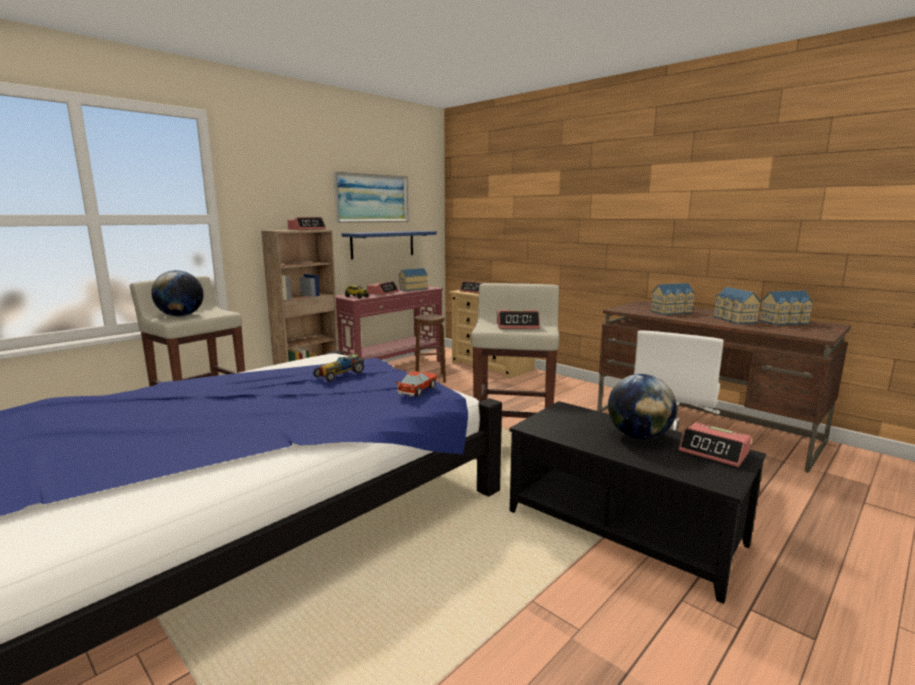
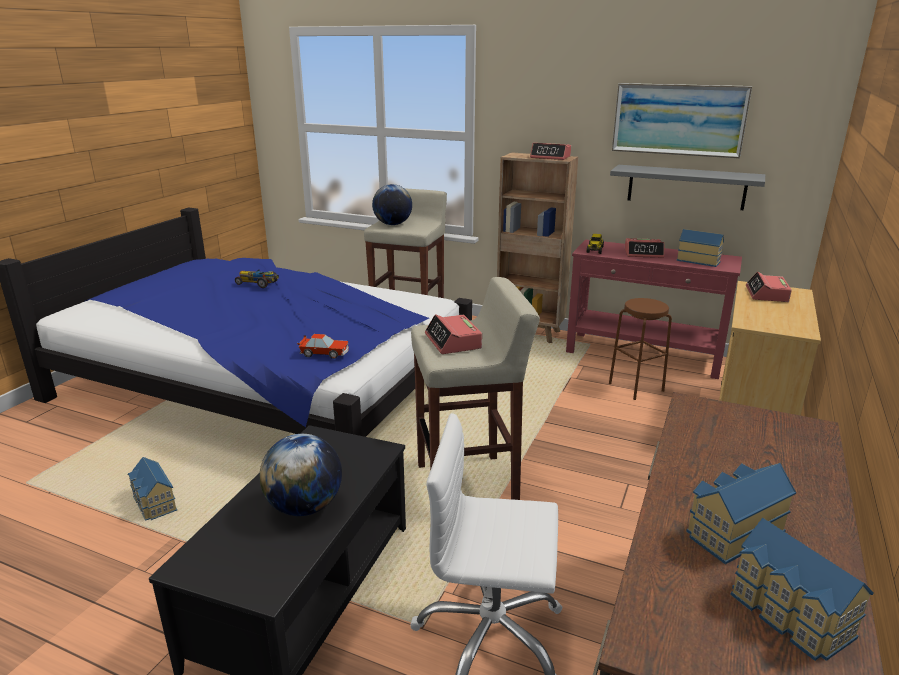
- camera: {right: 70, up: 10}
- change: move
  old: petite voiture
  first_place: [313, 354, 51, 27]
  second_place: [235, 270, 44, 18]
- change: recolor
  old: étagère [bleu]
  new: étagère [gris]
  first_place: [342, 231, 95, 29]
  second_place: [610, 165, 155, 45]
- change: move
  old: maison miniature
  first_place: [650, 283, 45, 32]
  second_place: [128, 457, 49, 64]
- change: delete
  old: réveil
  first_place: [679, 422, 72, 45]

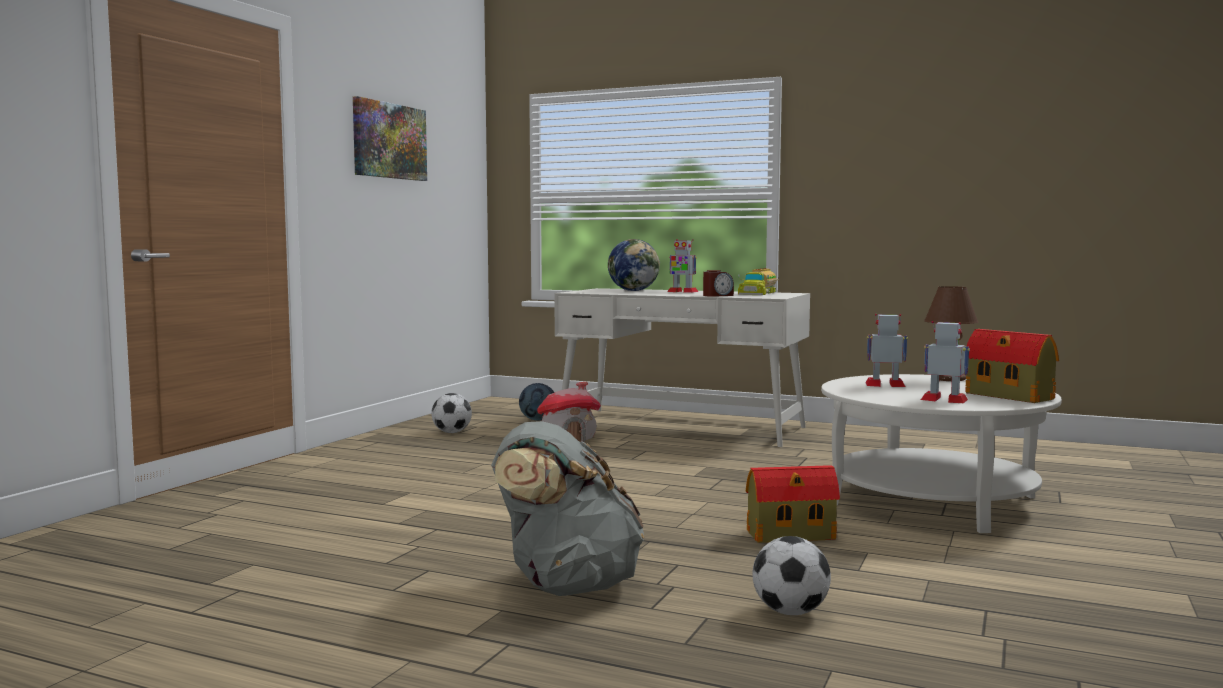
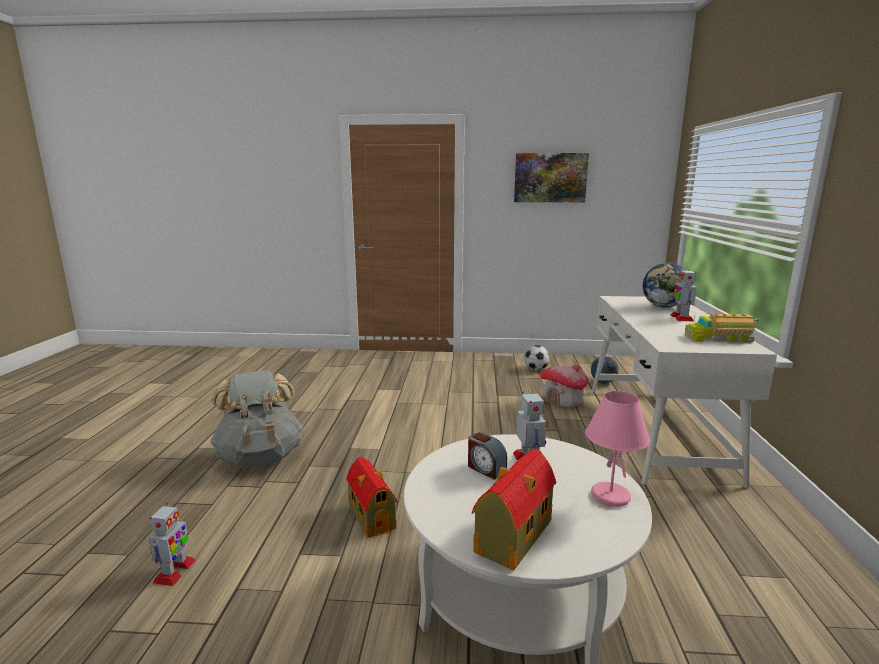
- camera: {right: 70, up: 10}
- change: move
  old: réveil
  first_place: [703, 270, 31, 27]
  second_place: [468, 432, 39, 48]
- change: delete
  old: ballon de foot
  first_place: [752, 536, 79, 79]
- change: move
  old: robot jouet
  first_place: [921, 321, 49, 82]
  second_place: [149, 503, 47, 83]
- change: recolor
  old: lampe de table [marron]
  new: lampe de table [rose]
  first_place: [924, 286, 55, 95]
  second_place: [585, 391, 65, 116]

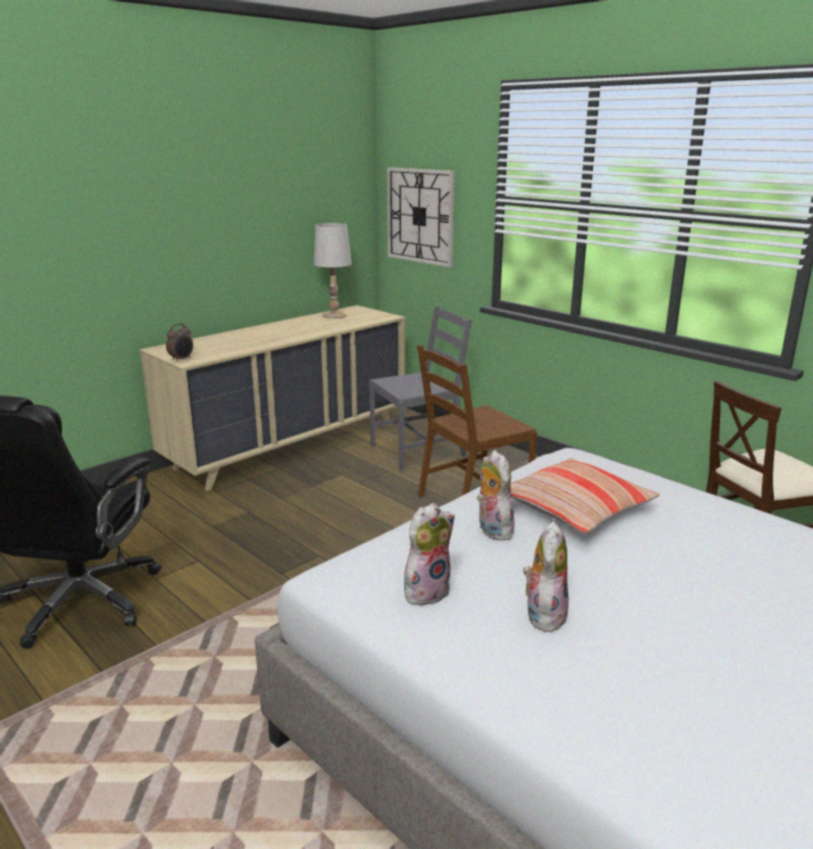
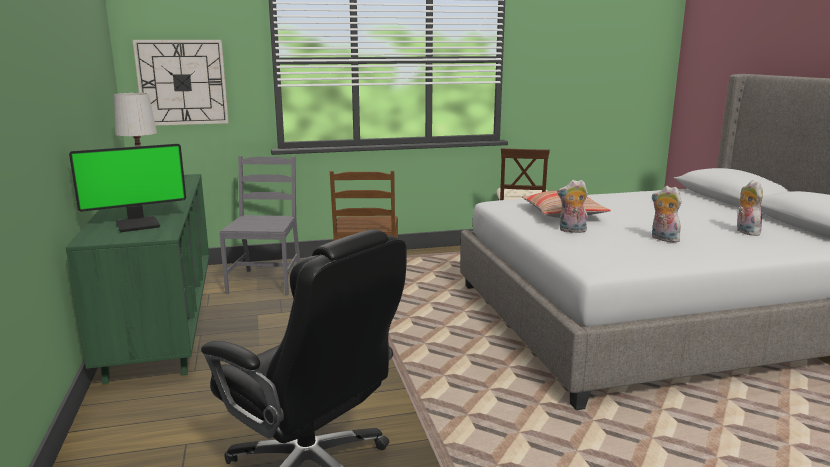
- camera: {right: -60, up: -5}
- change: recolor
  old: commode [beige]
  new: commode [vert]
  first_place: [140, 305, 265, 186]
  second_place: [66, 174, 143, 211]
- change: delete
  old: réveil
  first_place: [166, 324, 27, 38]
- change: move
  old: peluche
  first_place: [404, 503, 51, 102]
  second_place: [737, 180, 26, 56]
- change: insert
  new: écran d'ordinateur
  second_place: [69, 144, 117, 88]

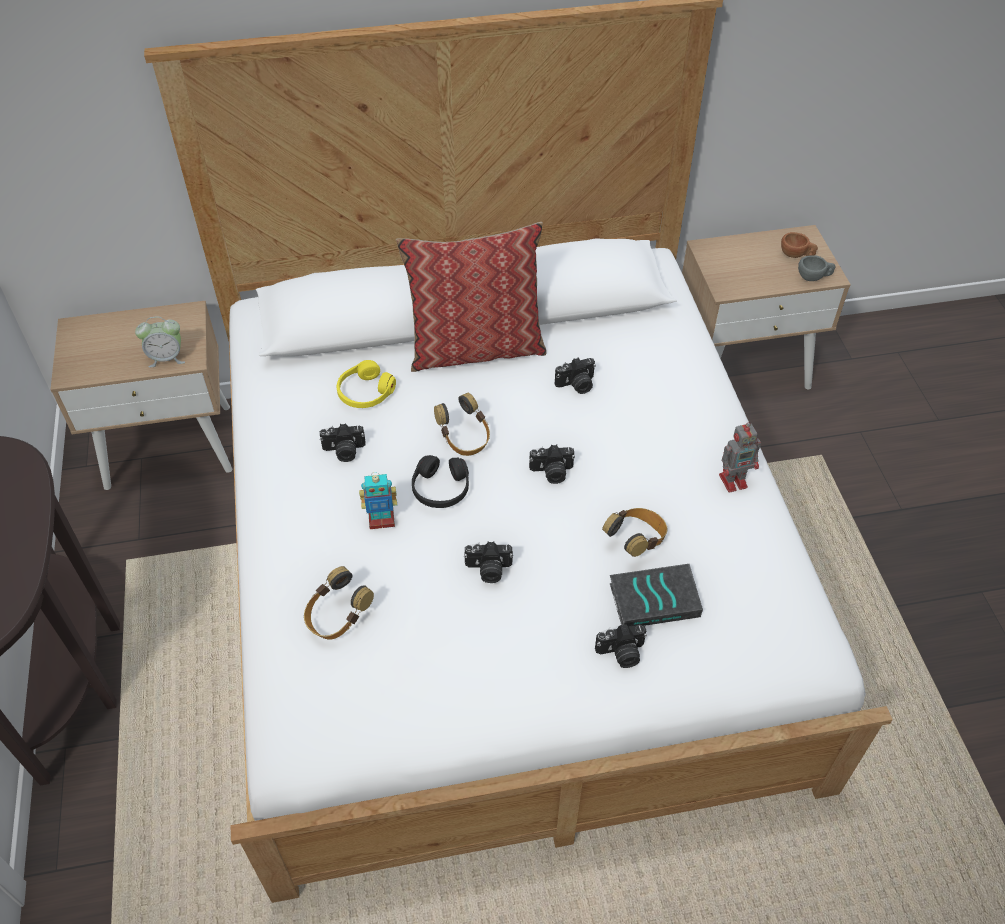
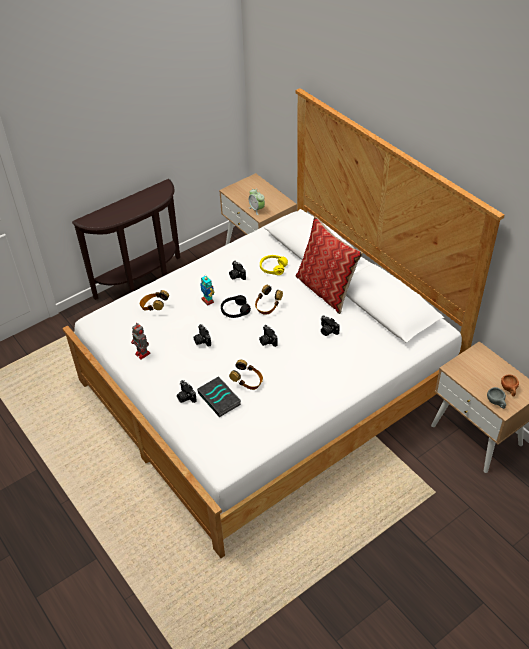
- camera: {right: 65, up: -5}
- change: move
  old: robot jouet
  first_place: [719, 422, 42, 71]
  second_place: [131, 323, 20, 37]

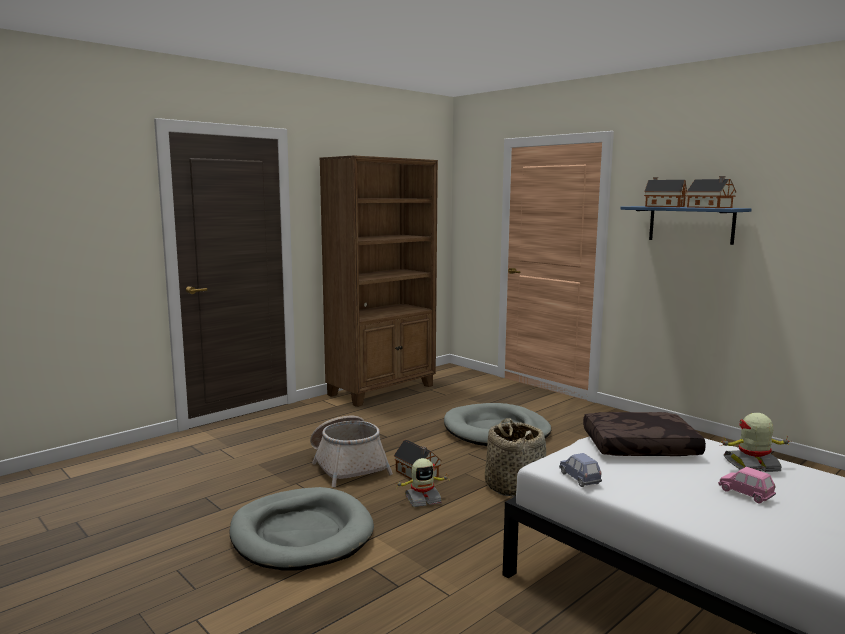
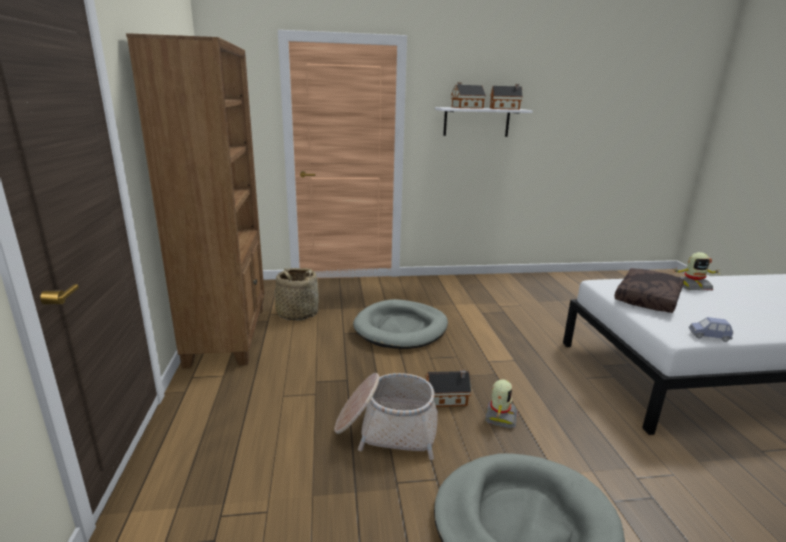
- camera: {right: -55, up: 10}
- change: move
  old: panier
  first_place: [485, 418, 61, 79]
  second_place: [274, 268, 45, 52]
- change: recolor
  old: étagère [bleu]
  new: étagère [blanc]
  first_place: [620, 206, 131, 39]
  second_place: [435, 107, 98, 30]
- change: delete
  old: petite voiture [rose]
  first_place: [718, 467, 58, 36]
- change: rotate
  old: robot jouet
  first_place: [720, 413, 70, 59]
  second_place: [673, 252, 46, 39]
  degrees: -120

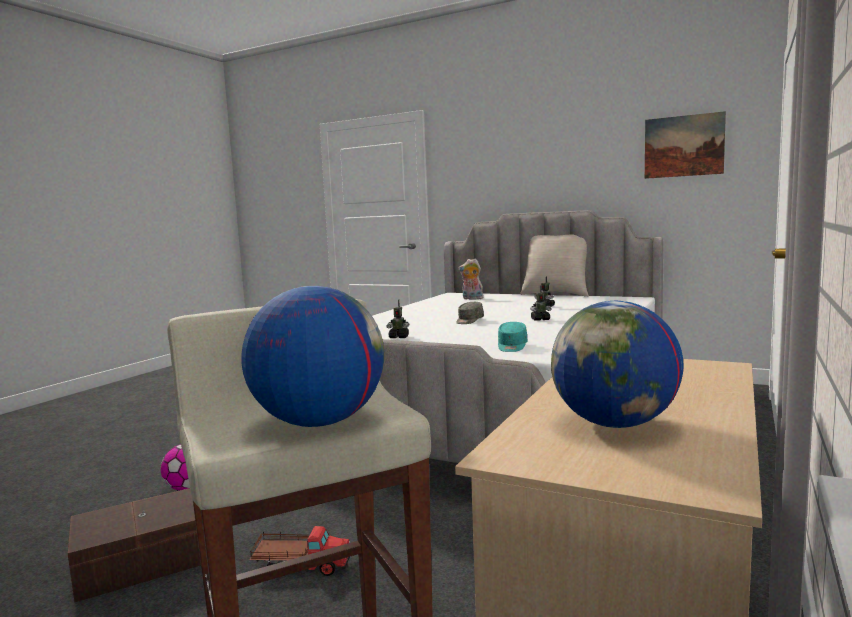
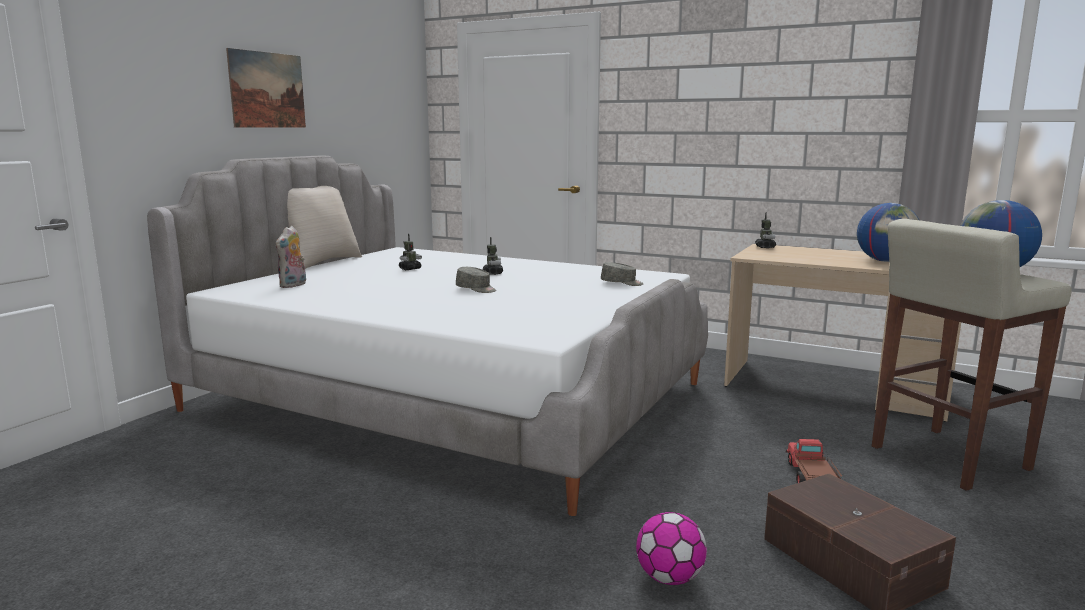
- camera: {right: -90, up: 5}
- change: move
  old: robot jouet
  first_place: [387, 299, 22, 39]
  second_place: [755, 212, 21, 36]
- change: recolor
  old: casquette [turquoise]
  new: casquette [gris]
  first_place: [498, 322, 29, 30]
  second_place: [601, 262, 43, 24]
- change: move
  old: tableau
  first_place: [645, 111, 81, 68]
  second_place: [226, 48, 80, 80]

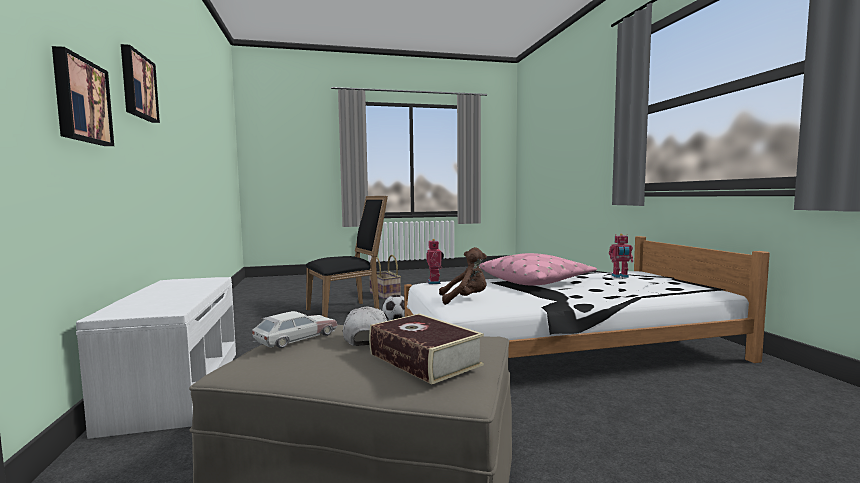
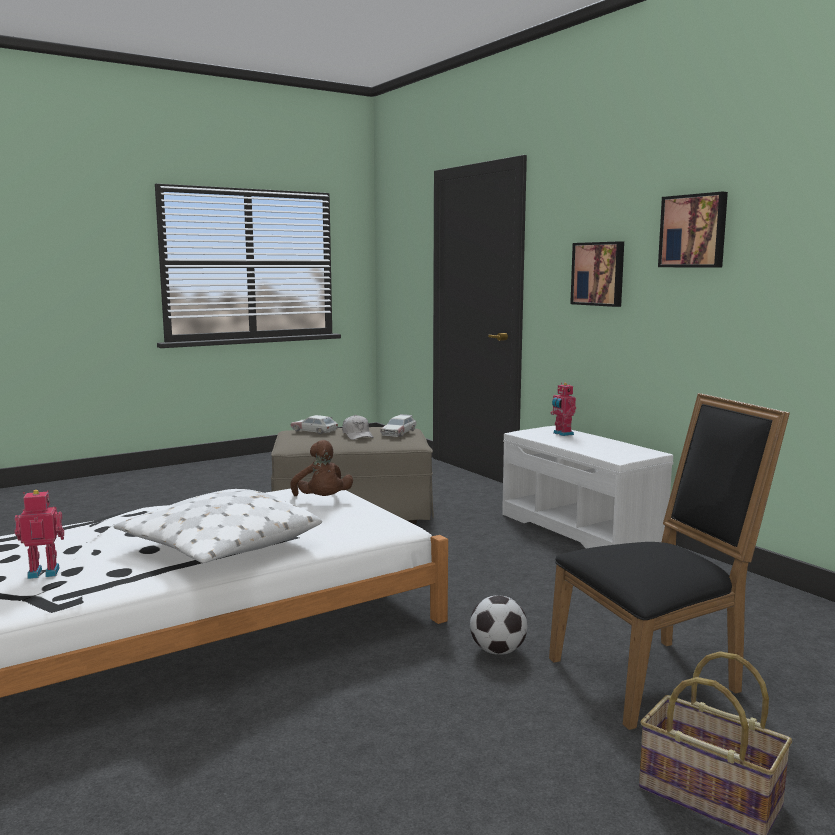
- camera: {right: 160, up: 5}
- change: rotate
  old: chaise [noir]
  first_place: [306, 196, 82, 122]
  second_place: [549, 393, 241, 337]
  degrees: -150
- change: replace
  old: livre
  new: petite voiture
  first_place: [369, 314, 115, 70]
  second_place: [291, 415, 47, 19]
- change: move
  old: robot jouet
  first_place: [427, 239, 17, 45]
  second_place: [551, 383, 25, 53]
- change: rotate
  old: peluche [marron]
  first_place: [439, 247, 48, 58]
  second_place: [290, 440, 63, 56]
  degrees: -90
- change: recolor
  old: coussin [rose]
  new: coussin [blanc]
  first_place: [479, 253, 118, 33]
  second_place: [114, 489, 208, 74]

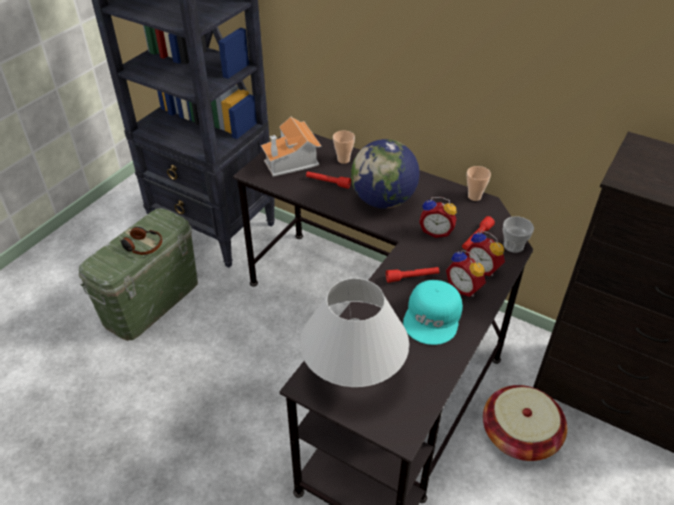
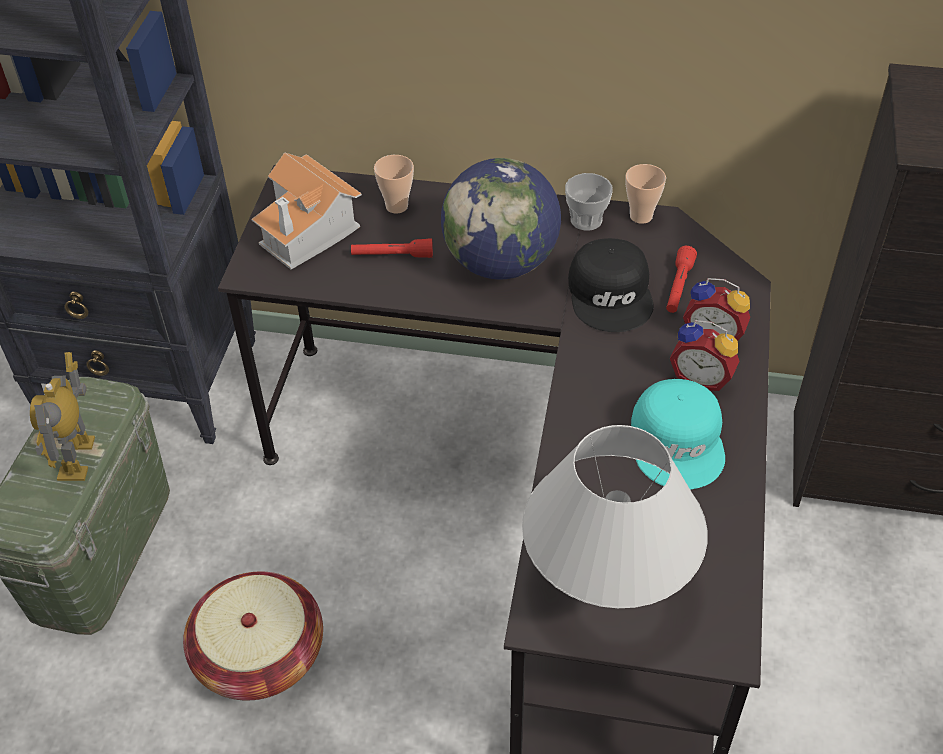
- camera: {right: -20, up: 5}
- change: replace
  old: casque audio
  new: robot jouet
  first_place: [120, 227, 42, 28]
  second_place: [30, 352, 65, 129]
- change: delete
  old: lampe de poche [rouge]
  first_place: [386, 267, 53, 16]
- change: replace
  old: réveil
  new: casquette [noir]
  first_place: [419, 197, 38, 41]
  second_place: [568, 238, 86, 94]
- change: move
  old: panier
  first_place: [483, 385, 84, 76]
  second_place: [183, 572, 140, 128]
- change: move
  old: tasse
  first_place: [503, 216, 31, 37]
  second_place: [565, 173, 48, 58]

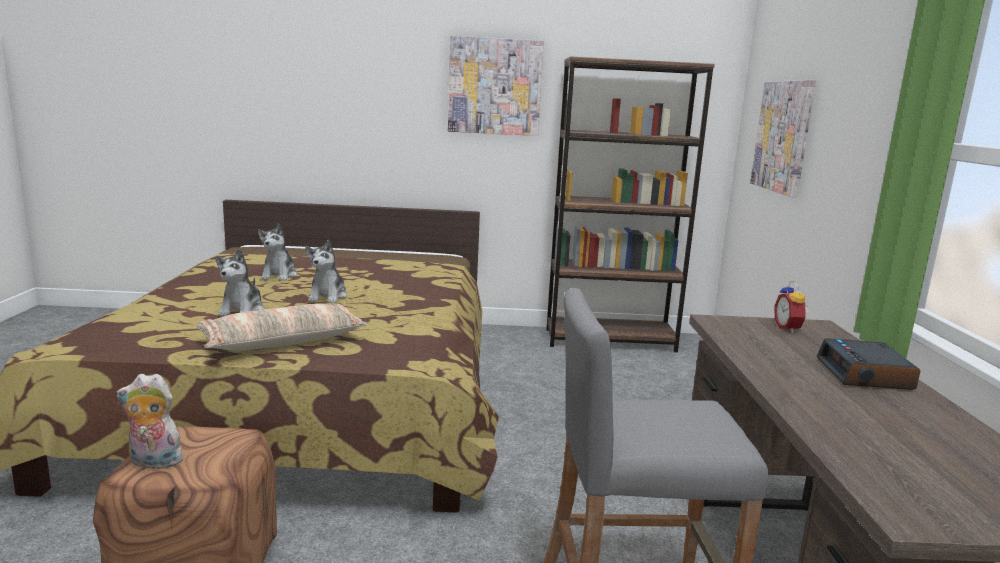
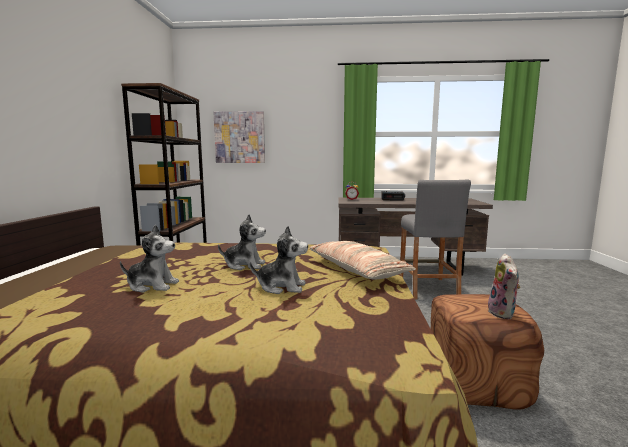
- camera: {right: -85, up: -5}
- change: delete
  old: tableau
  first_place: [448, 36, 96, 100]

